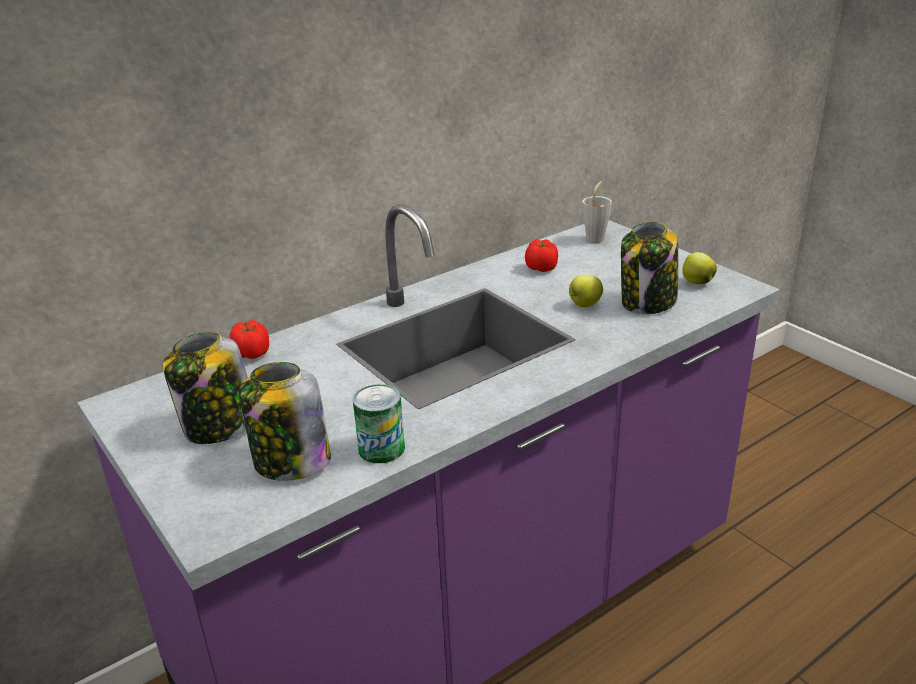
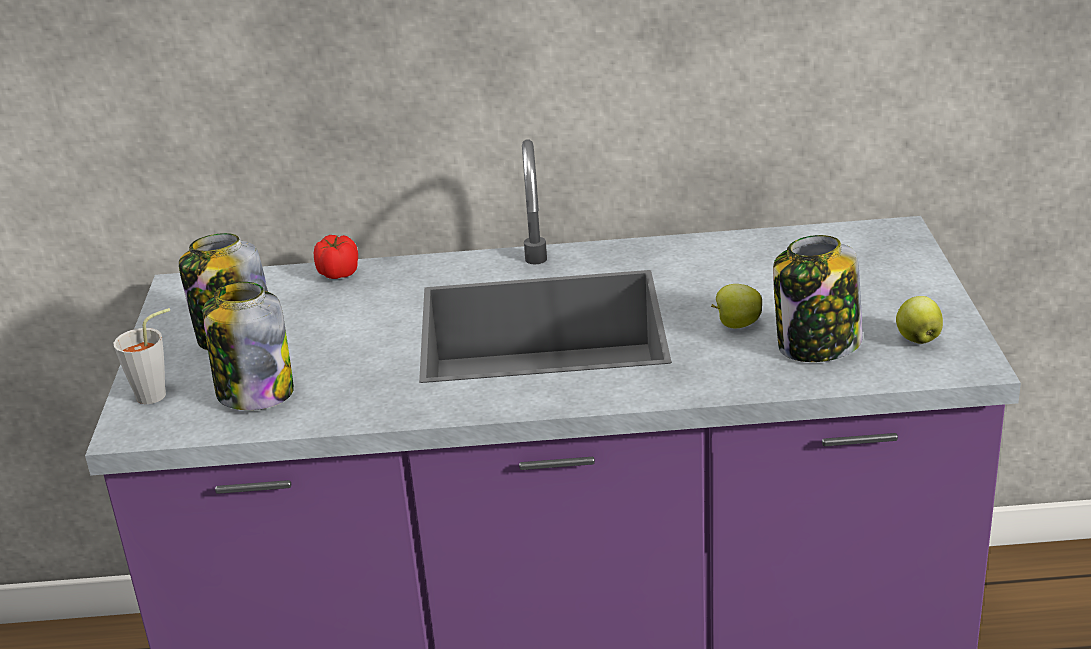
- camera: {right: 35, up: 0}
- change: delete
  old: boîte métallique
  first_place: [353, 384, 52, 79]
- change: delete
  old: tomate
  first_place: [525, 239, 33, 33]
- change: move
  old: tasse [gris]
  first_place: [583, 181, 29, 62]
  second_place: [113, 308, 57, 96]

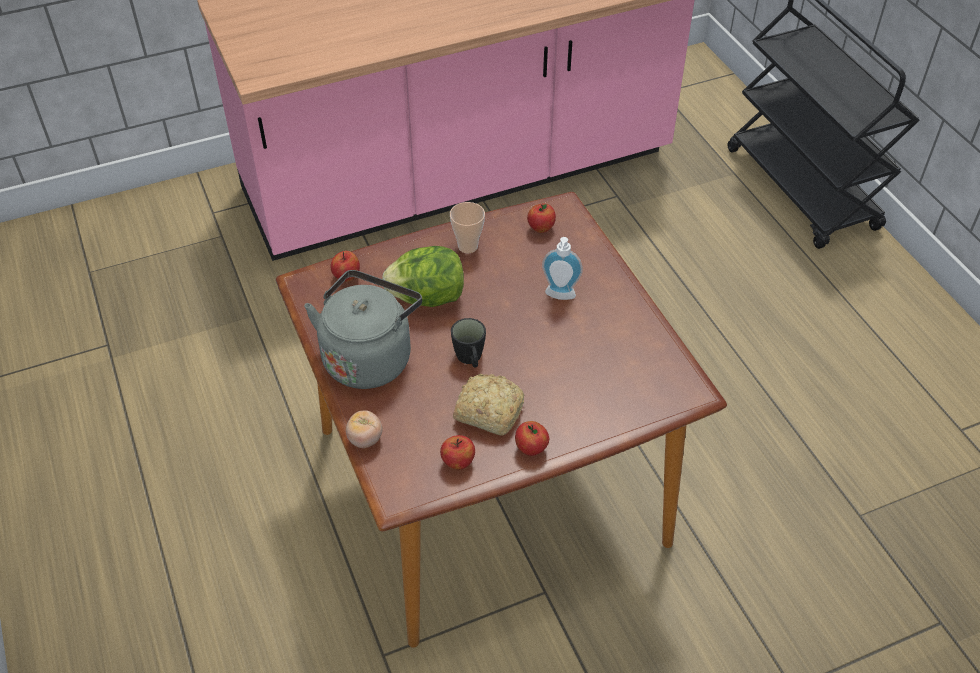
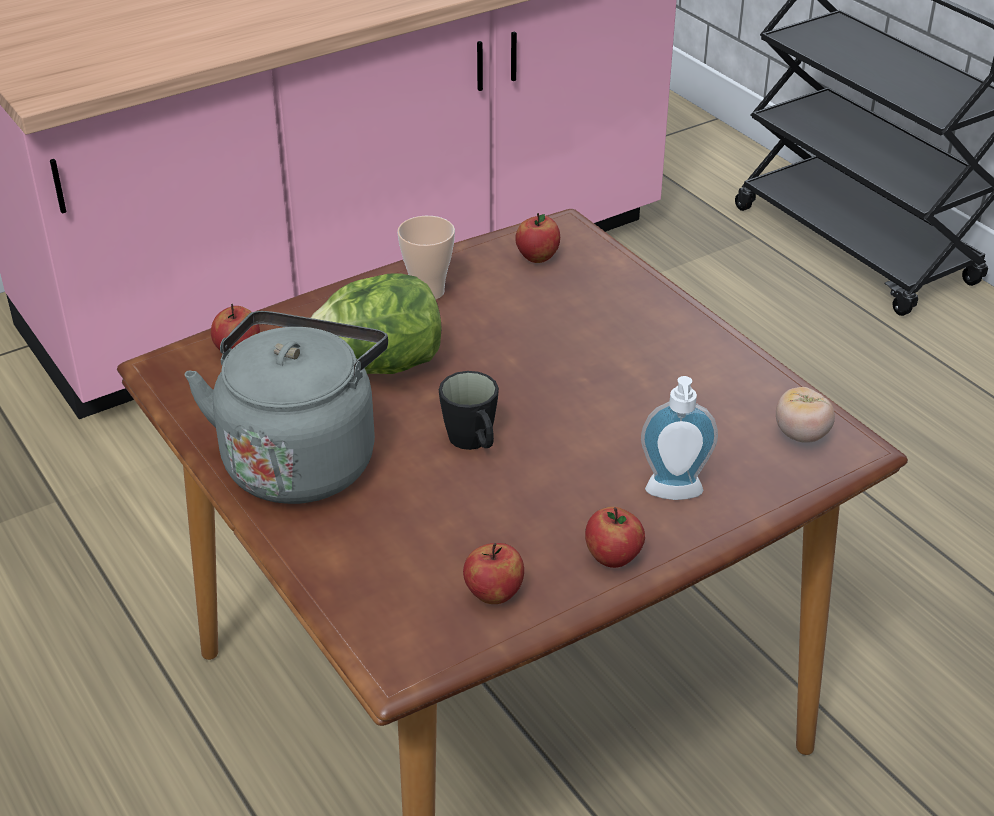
- camera: {right: -10, up: -10}
- change: move
  old: tomate
  first_place: [346, 410, 36, 38]
  second_place: [776, 387, 59, 56]
- change: delete
  old: pain
  first_place: [453, 374, 71, 62]
- change: move
  old: distributeur de savon
  first_place: [542, 237, 41, 63]
  second_place: [641, 376, 77, 124]

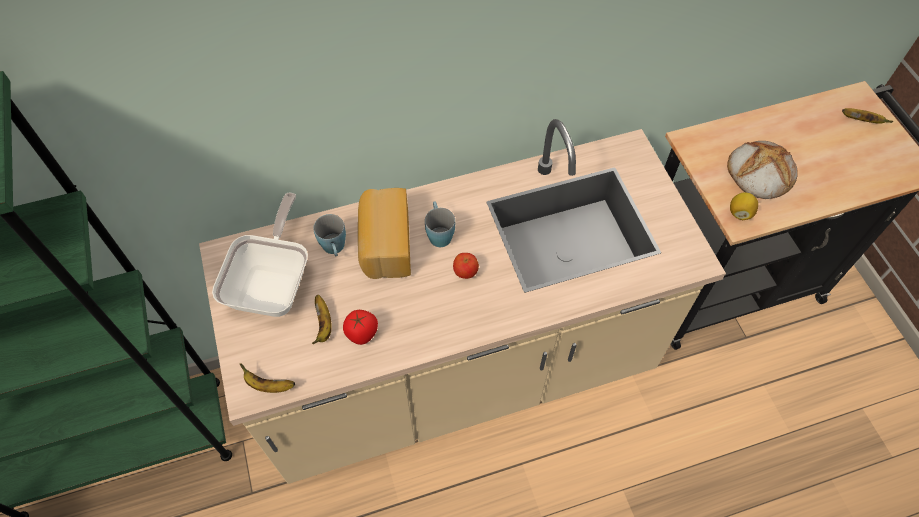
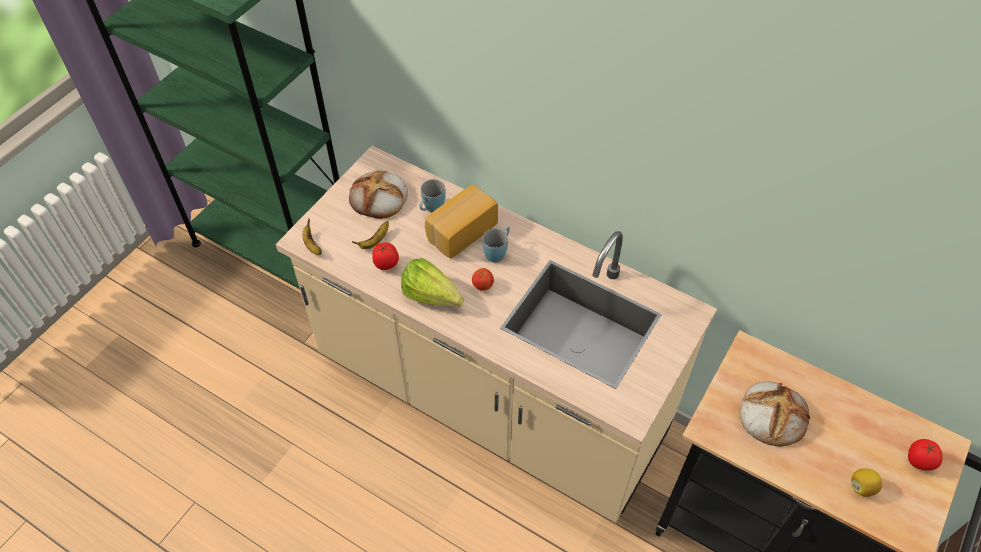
- camera: {right: 50, up: -5}
- change: replace
  old: poêle
  new: pain
  first_place: [212, 193, 96, 124]
  second_place: [349, 171, 59, 48]
- change: move
  old: citron
  first_place: [730, 192, 28, 28]
  second_place: [851, 468, 32, 29]
- change: replace
  old: banane
  new: tomate
  first_place: [842, 108, 52, 16]
  second_place: [908, 439, 35, 31]
- change: insert
  new: laitue
  second_place: [401, 258, 62, 49]

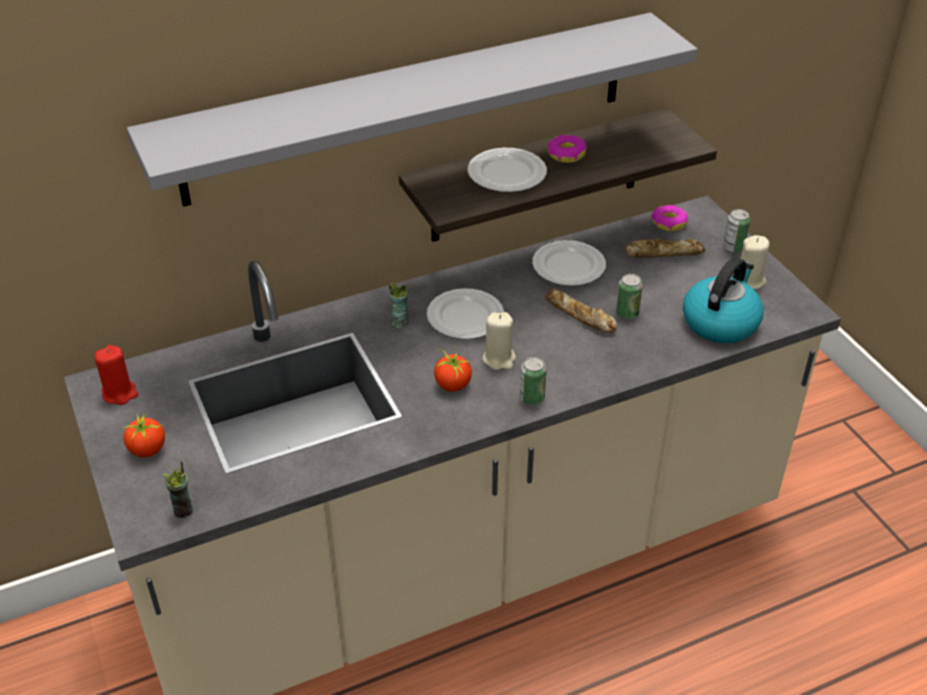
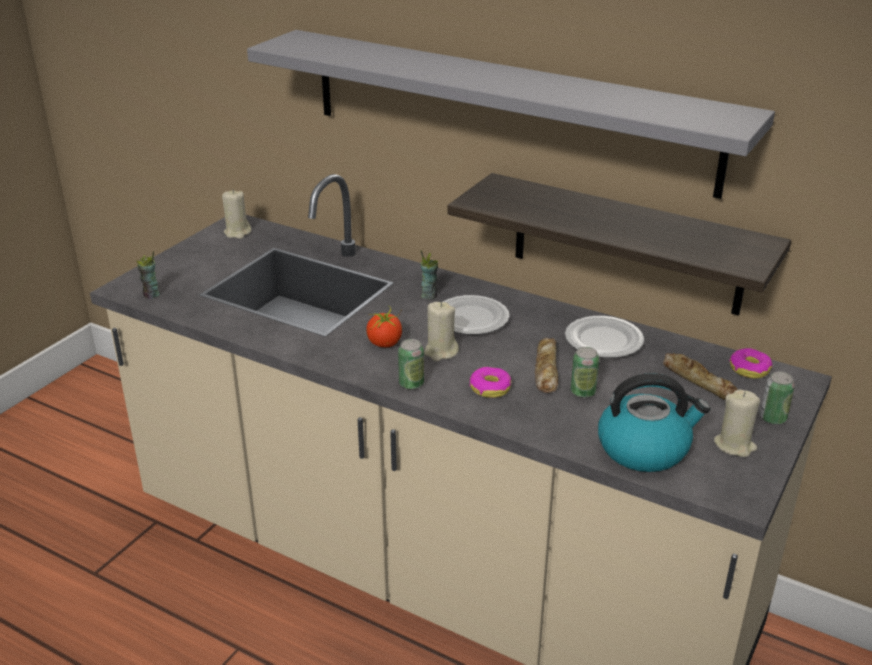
- camera: {right: 55, up: -10}
- change: recolor
  old: bougie [rouge]
  new: bougie [beige]
  first_place: [95, 345, 43, 60]
  second_place: [222, 189, 29, 50]
- change: delete
  old: tomate
  first_place: [122, 414, 43, 43]
- change: delete
  old: assiette
  first_place: [467, 148, 80, 44]
- change: move
  old: beignet
  first_place: [548, 135, 39, 28]
  second_place: [469, 367, 42, 31]

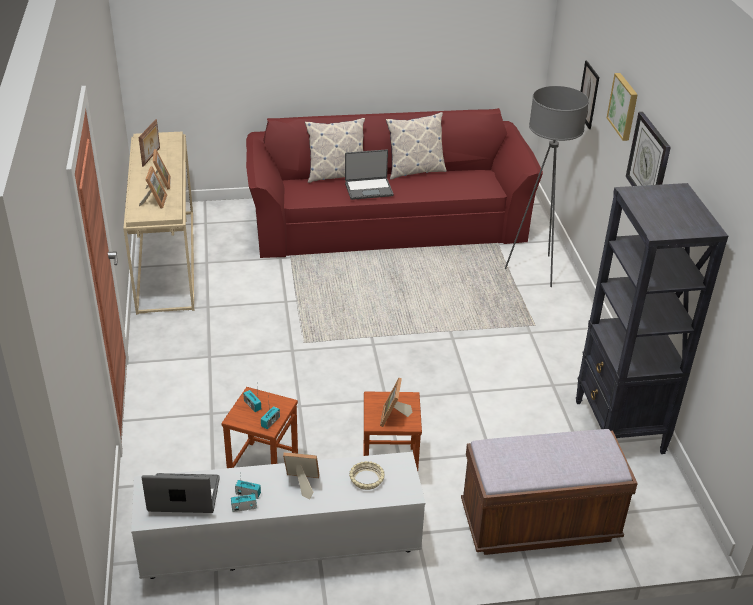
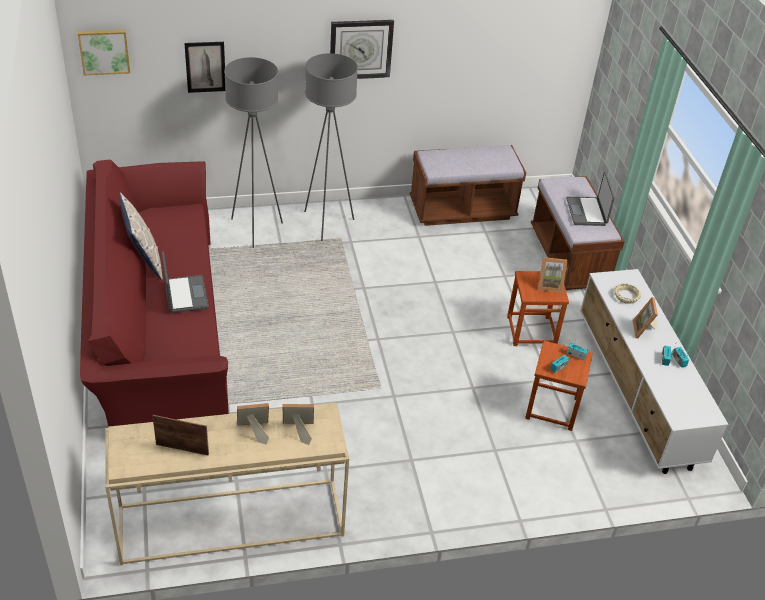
- camera: {right: -95, up: 5}
- change: move
  old: ordinateur portable
  first_place: [142, 473, 77, 40]
  second_place: [566, 172, 49, 54]
- change: delete
  old: coussin
  first_place: [305, 118, 60, 65]
- change: replace
  old: bibliothèque [noir]
  new: banc [marron]
  first_place: [576, 183, 152, 271]
  second_place: [410, 145, 116, 81]
- change: move
  old: tableau
  first_place: [607, 73, 31, 68]
  second_place: [78, 30, 52, 45]
- change: insert
  new: lampadaire [gris]
  second_place: [304, 53, 54, 188]

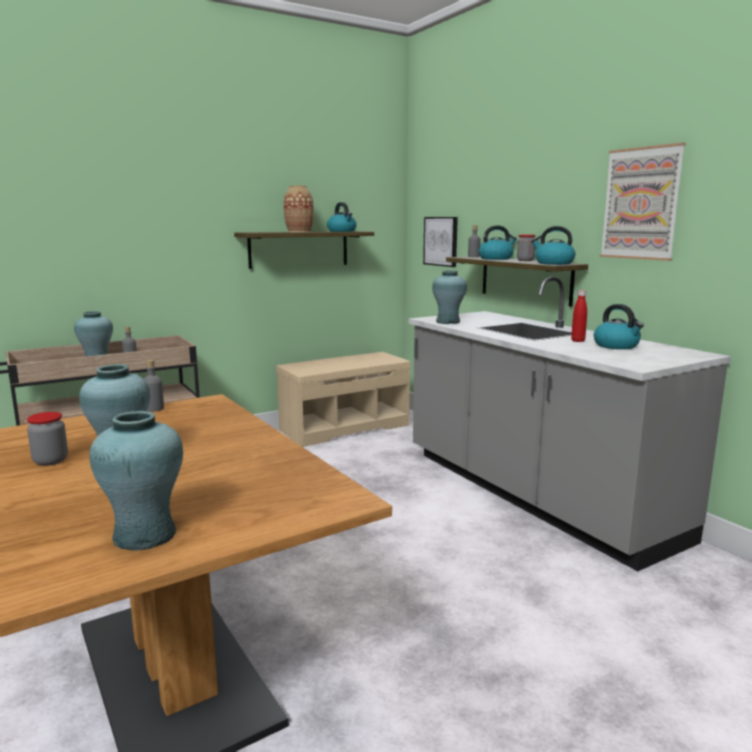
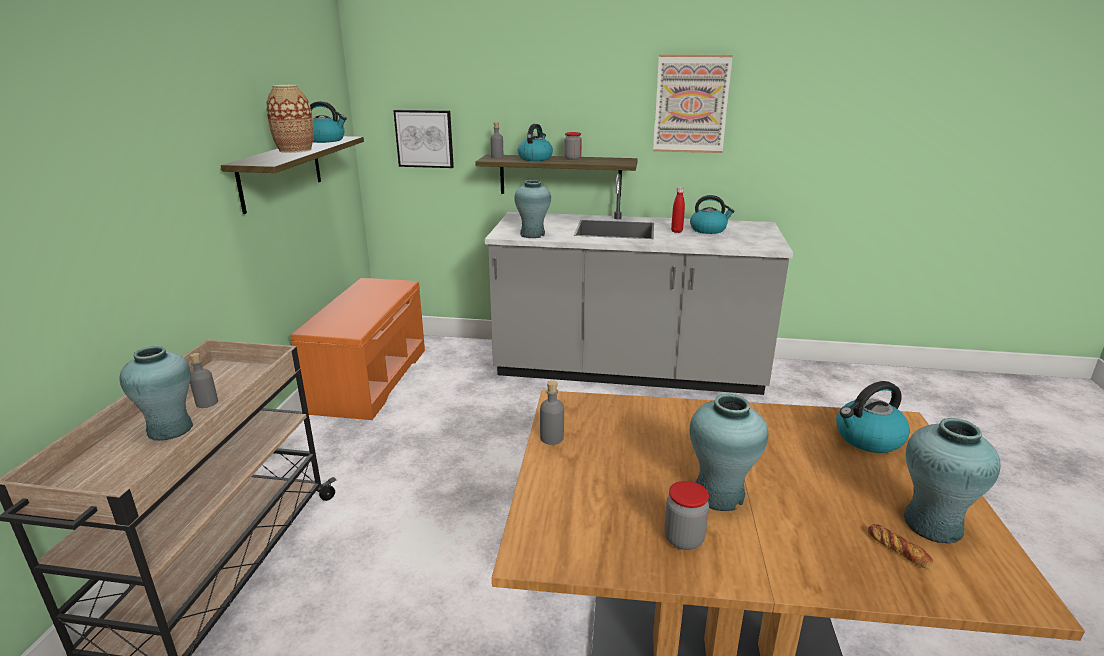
- camera: {right: -50, up: 10}
- change: recolor
  old: banc [beige]
  new: banc [orange]
  first_place: [276, 352, 135, 95]
  second_place: [290, 278, 135, 142]
- change: move
  old: bouilloire
  first_place: [531, 226, 44, 39]
  second_place: [836, 381, 74, 72]
- change: insert
  new: pain
  second_place: [867, 524, 66, 44]

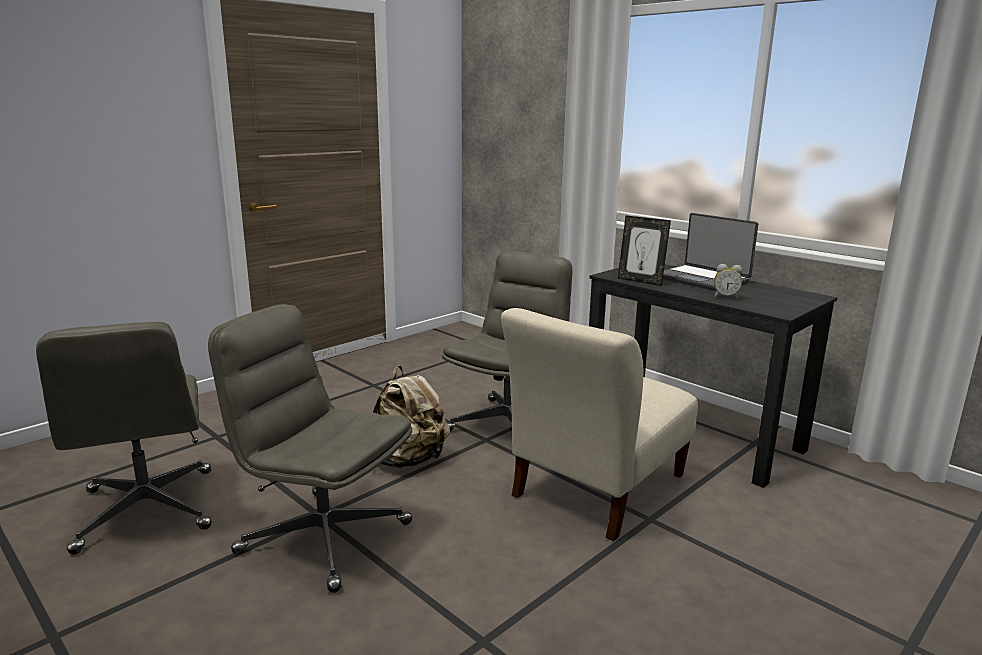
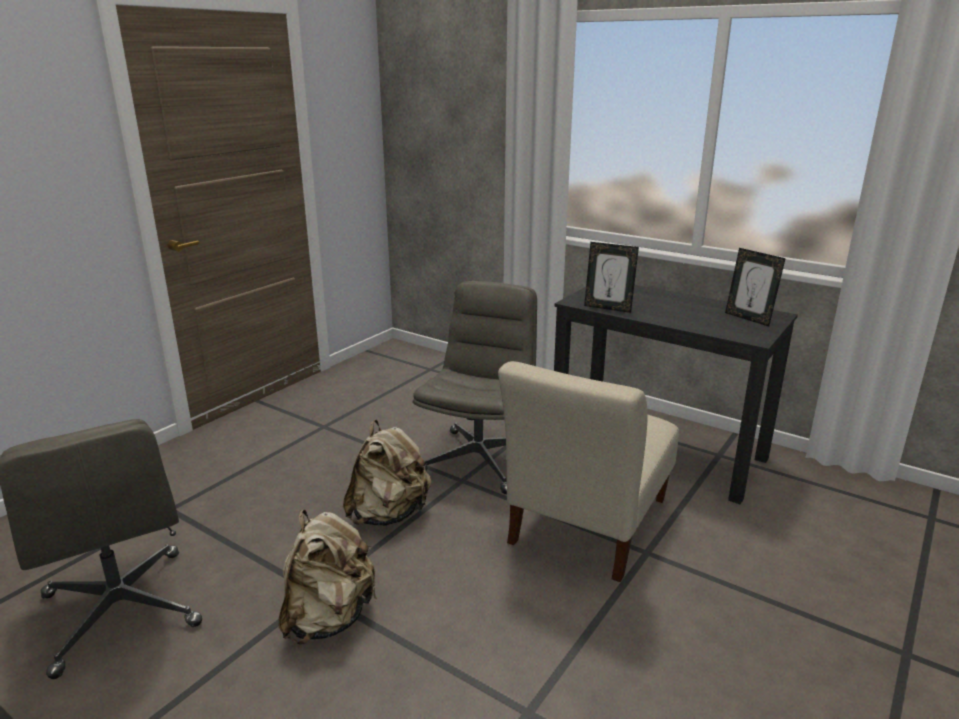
- camera: {right: -10, up: 5}
- change: replace
  old: chaise de bureau [gris]
  new: sac à dos [beige]
  first_place: [208, 304, 204, 289]
  second_place: [279, 509, 98, 136]
- change: delete
  old: ordinateur portable
  first_place: [663, 213, 95, 78]
- change: delete
  old: réveil
  first_place: [714, 264, 29, 35]
- change: insert
  new: cadre photo
  second_place: [725, 248, 61, 79]

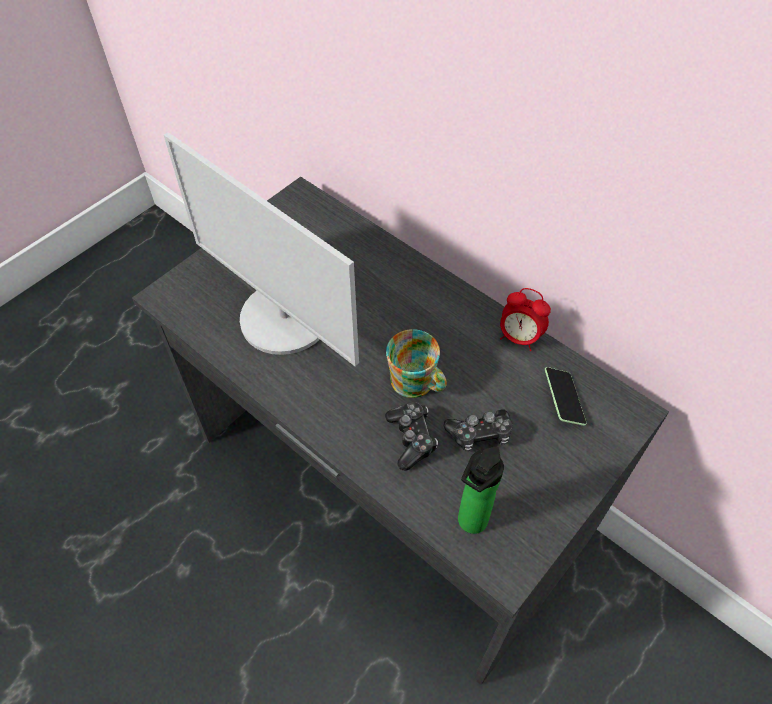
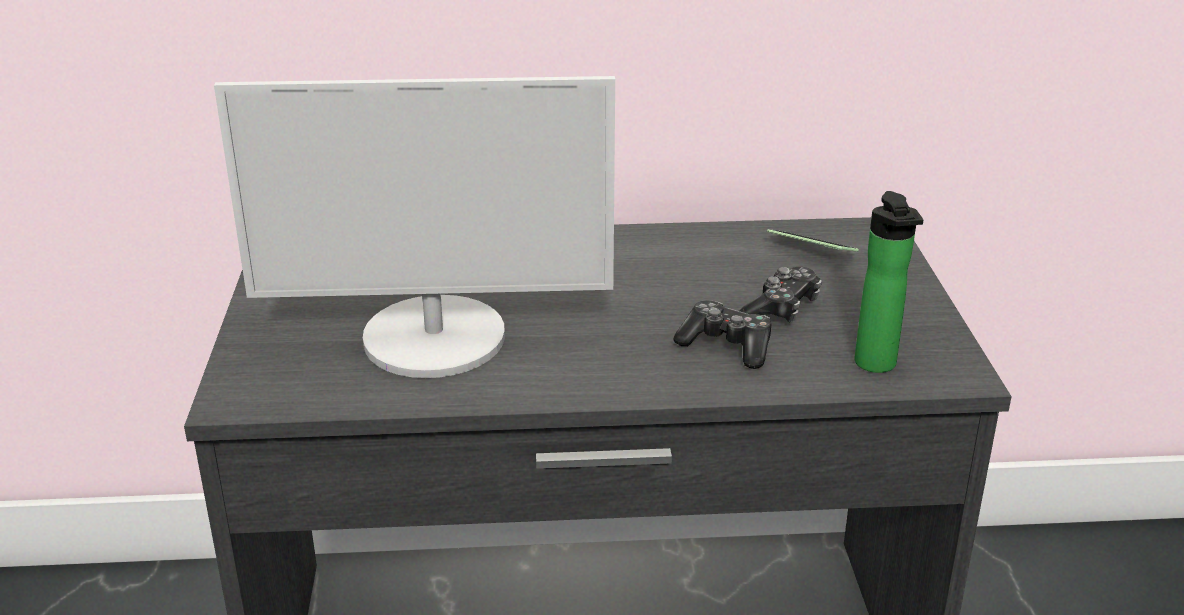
- camera: {right: -45, up: -25}
- change: delete
  old: mug
  first_place: [386, 329, 61, 69]
- change: delete
  old: réveil
  first_place: [500, 288, 51, 63]

